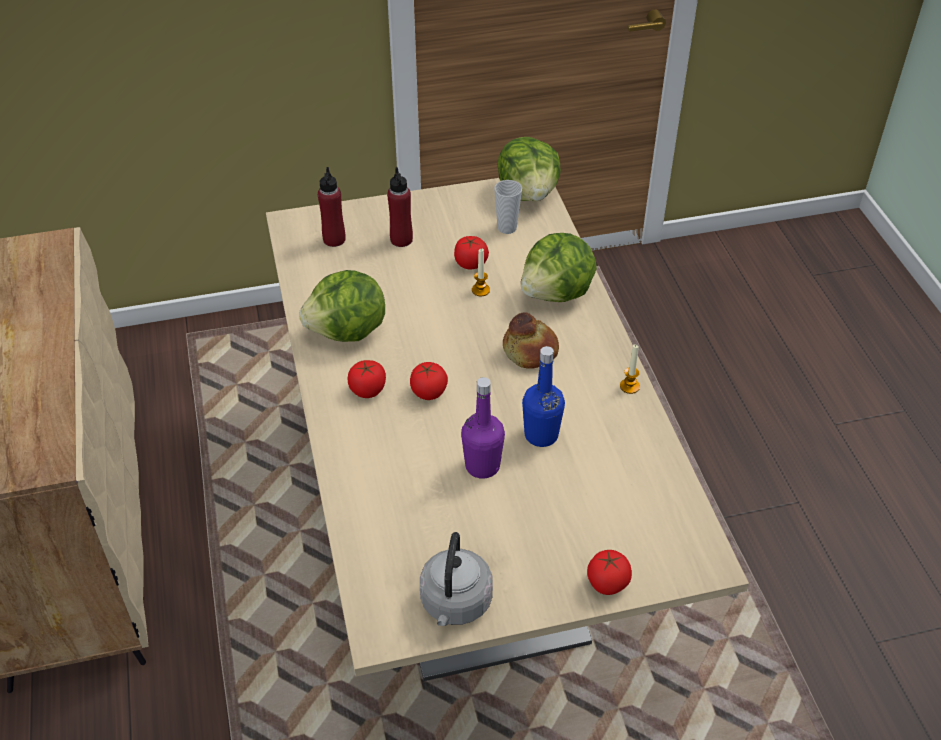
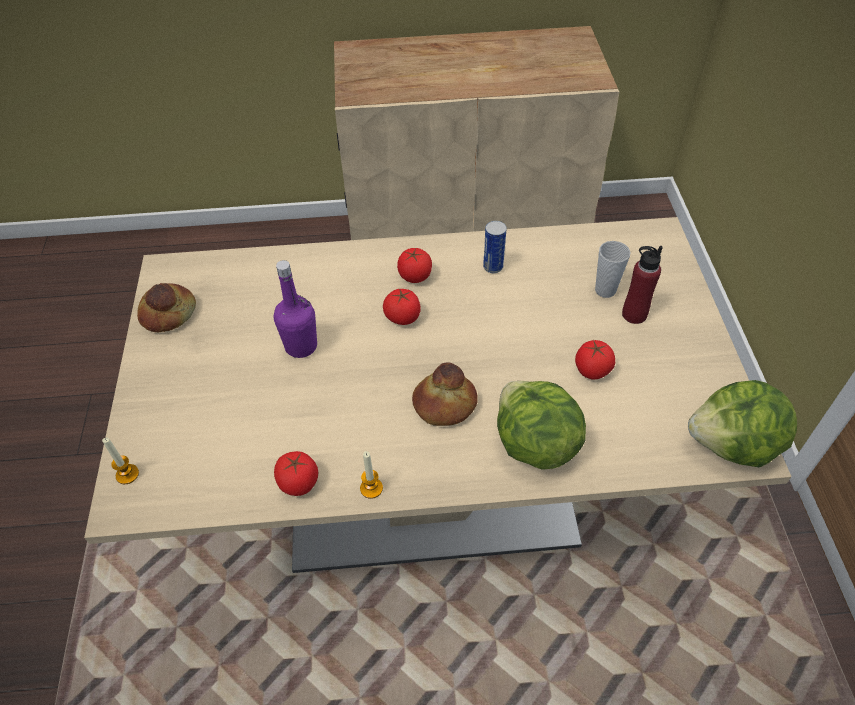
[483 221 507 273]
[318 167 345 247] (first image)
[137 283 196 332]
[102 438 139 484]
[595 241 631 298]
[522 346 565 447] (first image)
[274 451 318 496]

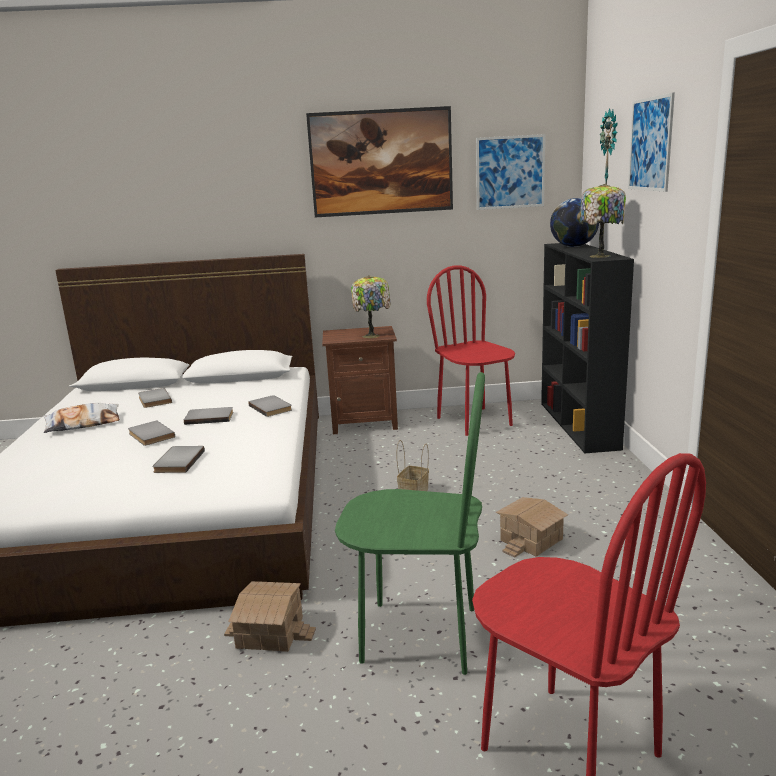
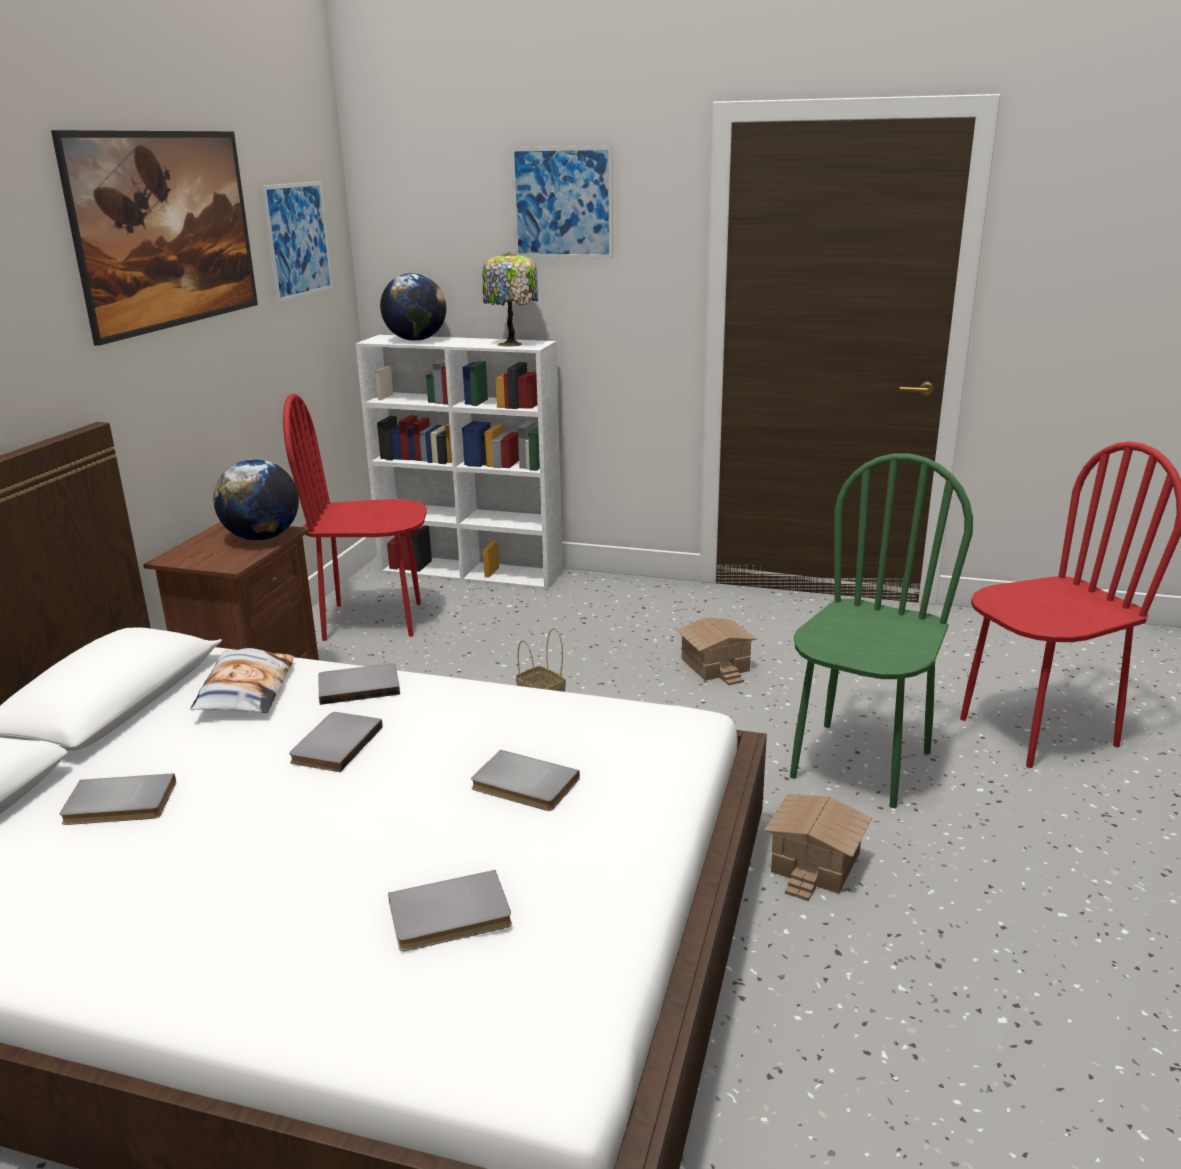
[190 648 295 713]
[388 870 512 951]
[213 459 299 541]
[356 335 563 589]
[600 108 618 185] (first image)

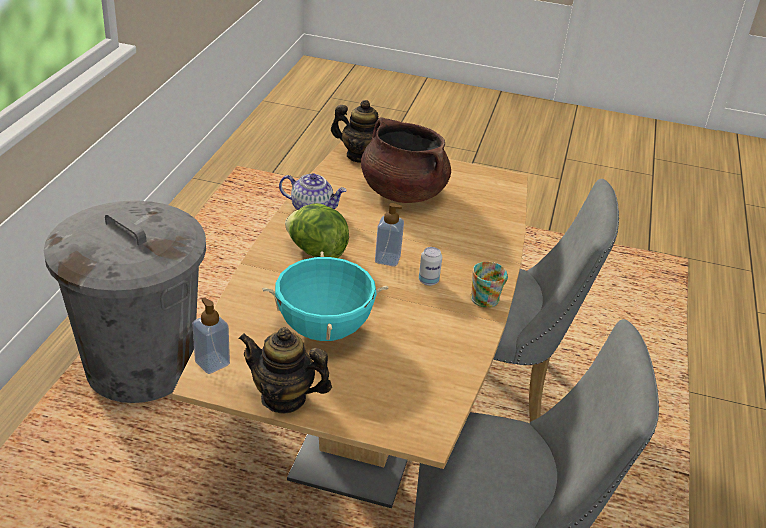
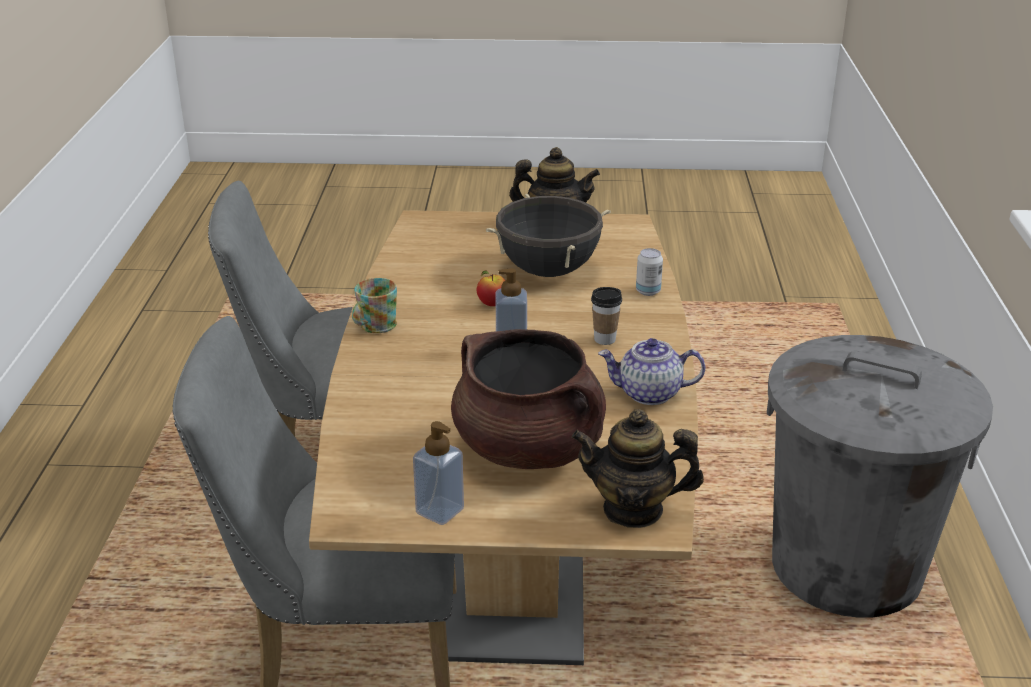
[413 421 464 525]
[486 194 611 277]
[591 287 622 345]
[636 248 663 296]
[477 270 506 306]

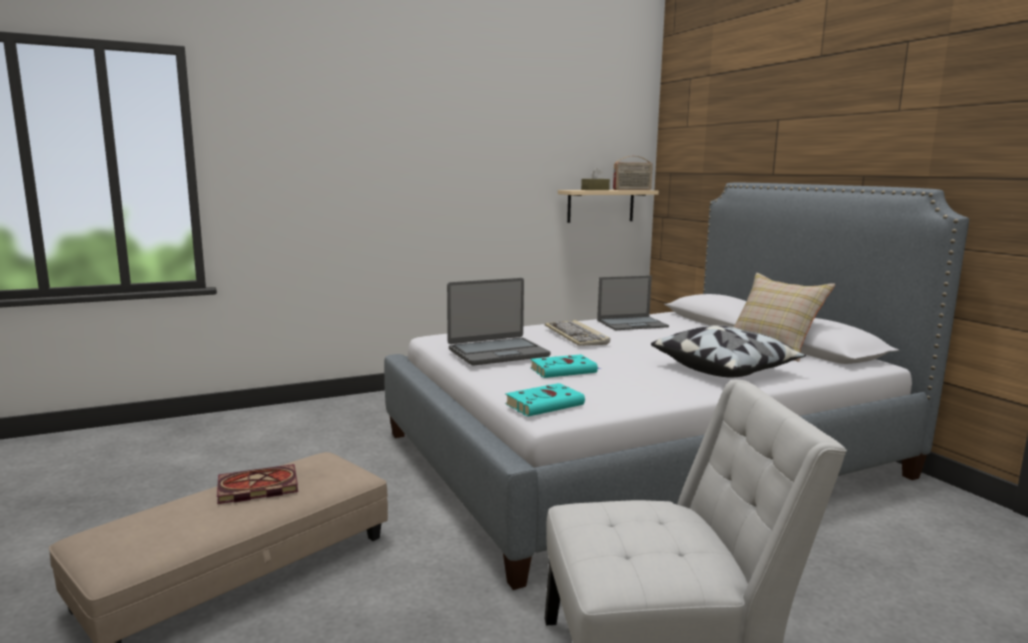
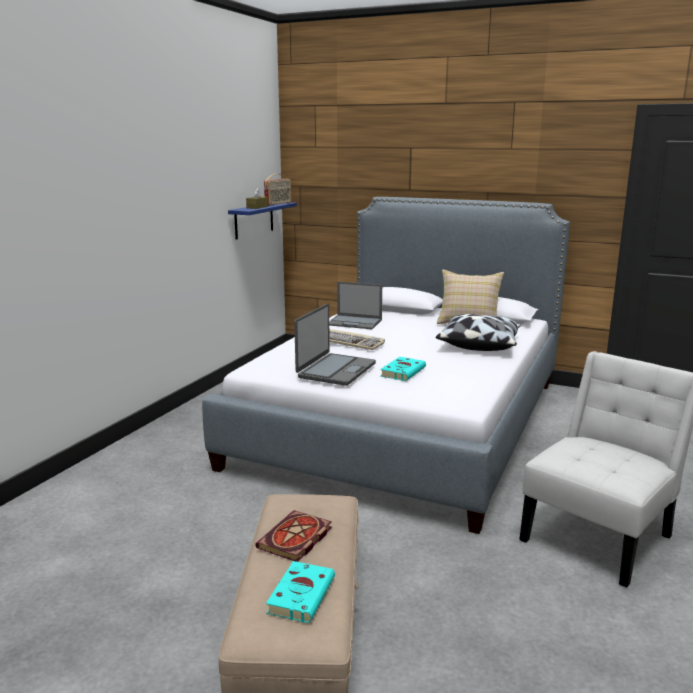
[266 561 335 623]
[228 202 297 240]
[329 282 382 329]

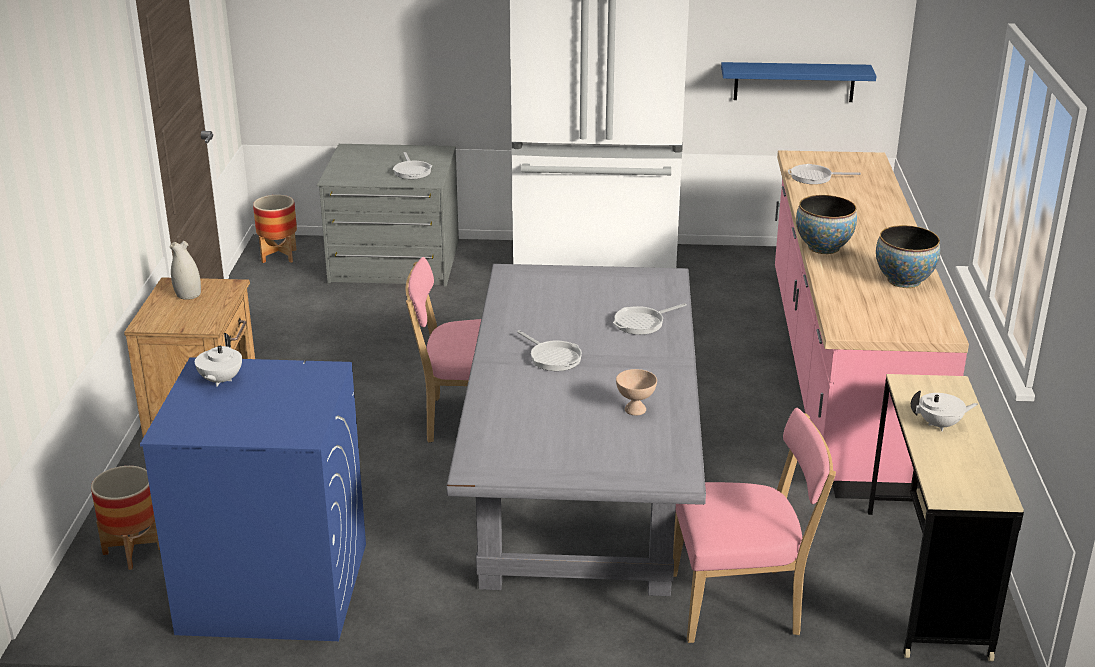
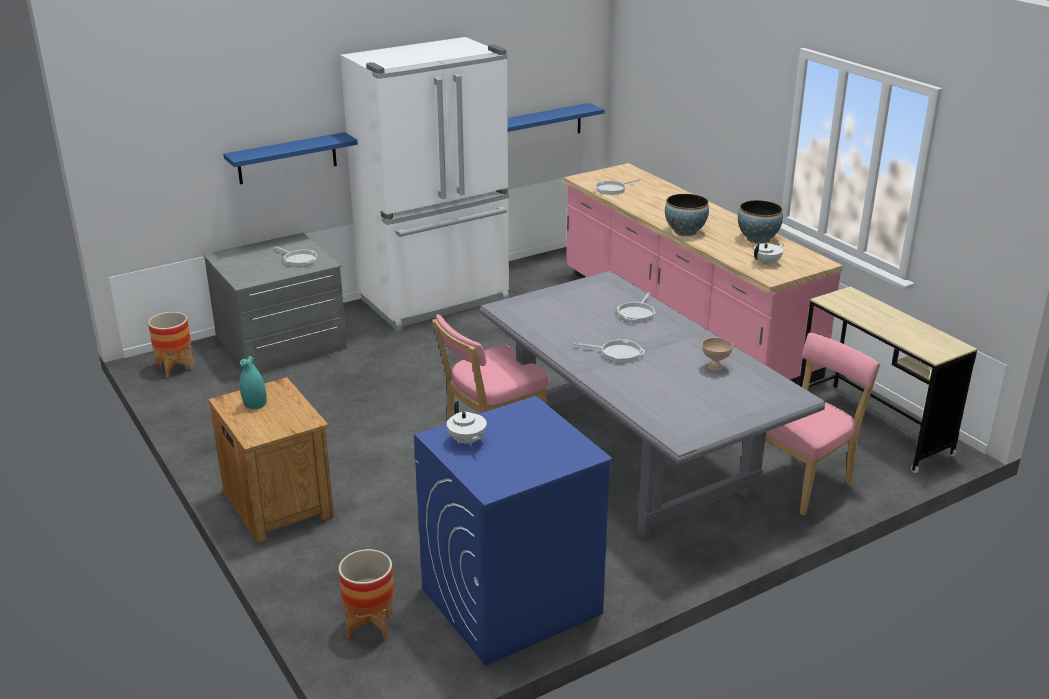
[240 356 267 409]
[754 243 784 266]
[223 132 358 184]

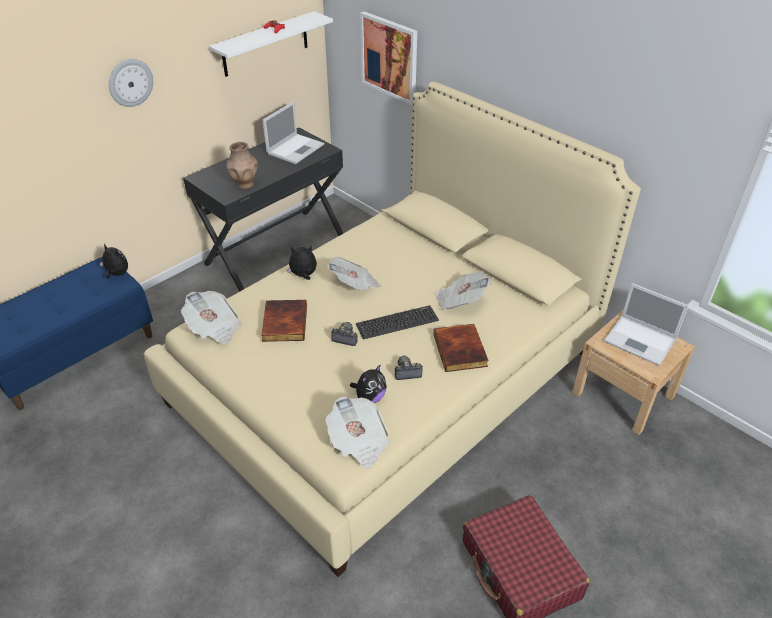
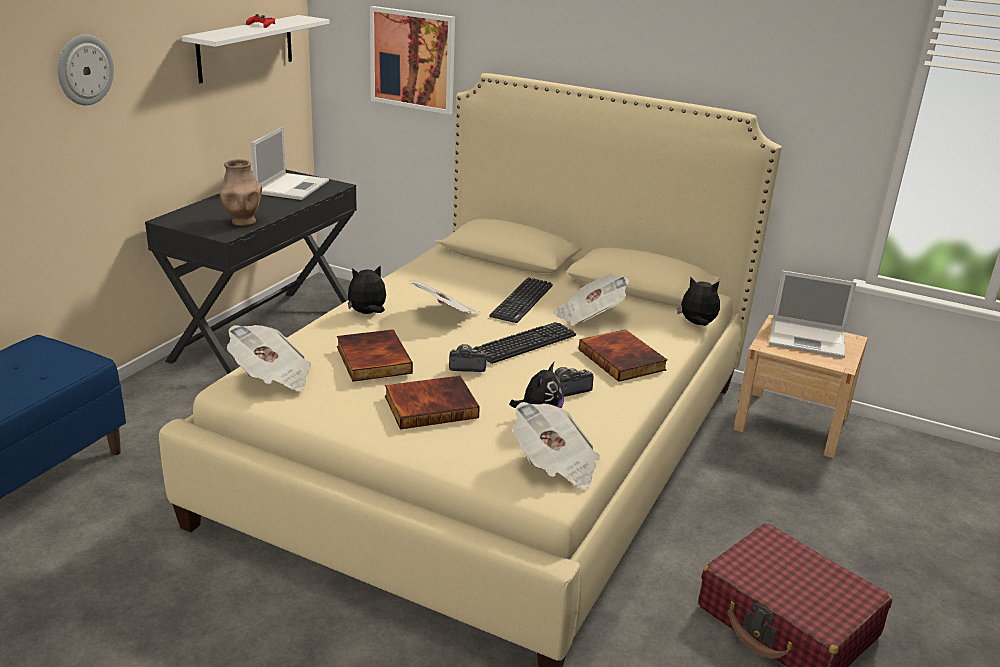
[677 277 720 326]
[385 376 480 429]
[489 277 553 323]

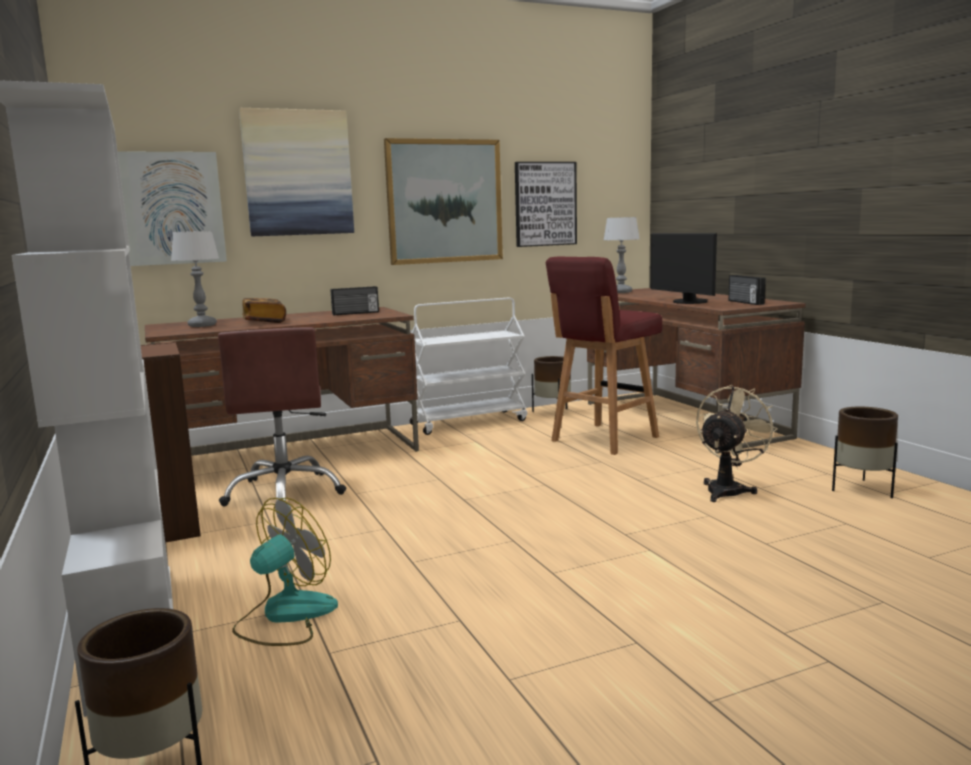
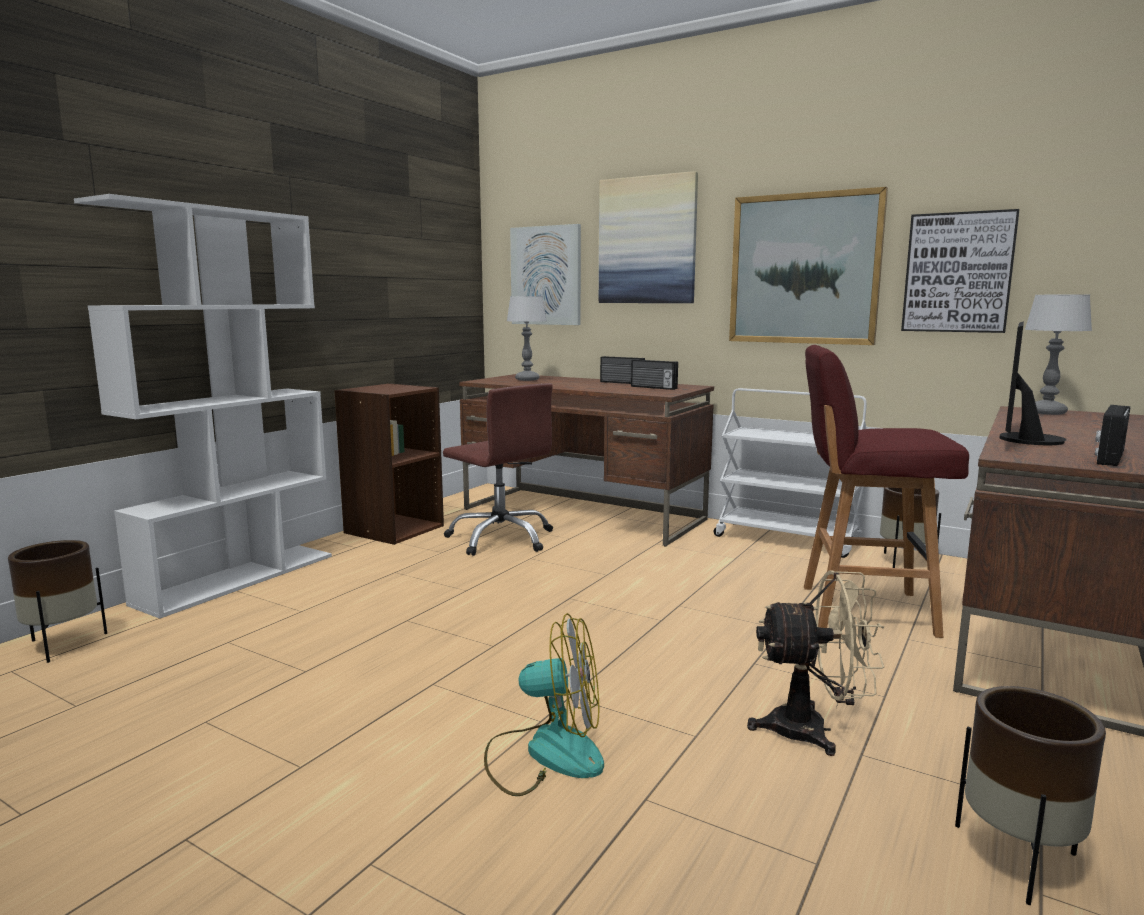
[443 383 553 556]
[484 613 604 796]
[242 298 286 323] (first image)
[600 356 645 384]

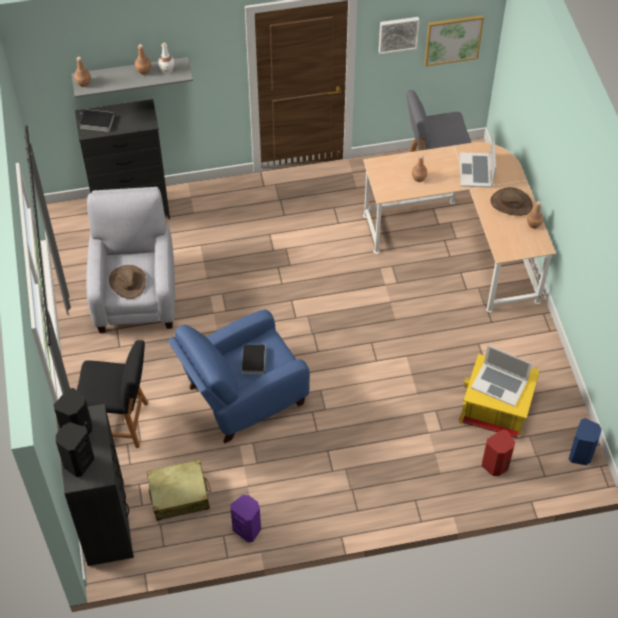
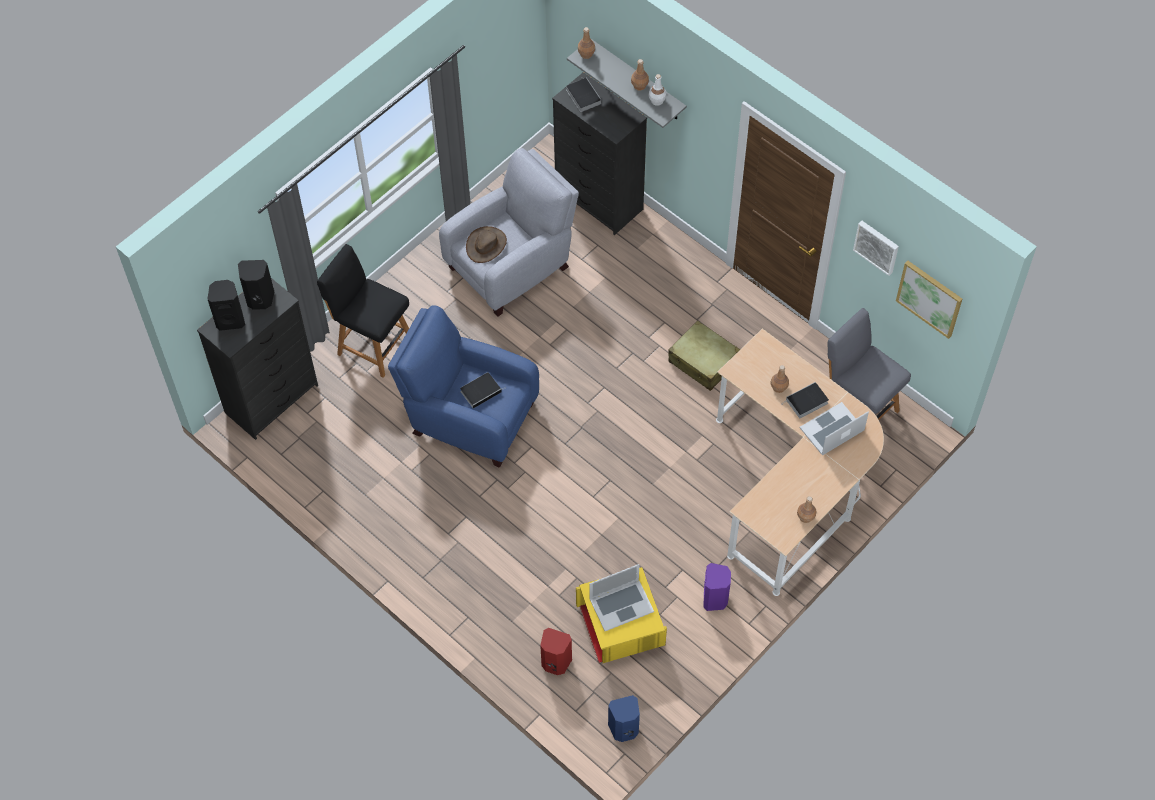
[317 244 409 378]
[668 320 740 391]
[703 563 731 611]
[589 564 654 631]
[491 187 533 216] (first image)
[783 382 829 418]

